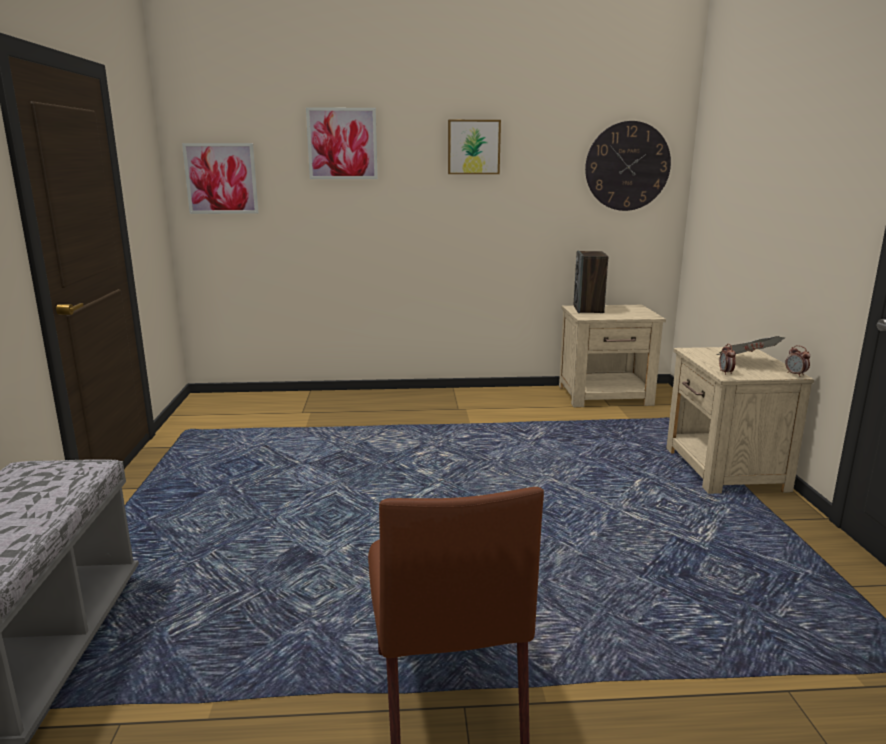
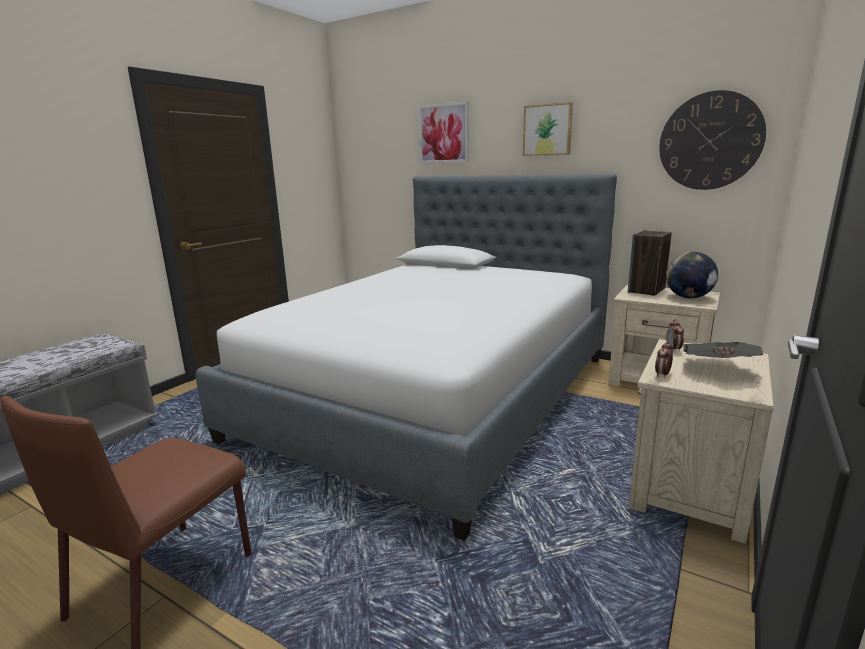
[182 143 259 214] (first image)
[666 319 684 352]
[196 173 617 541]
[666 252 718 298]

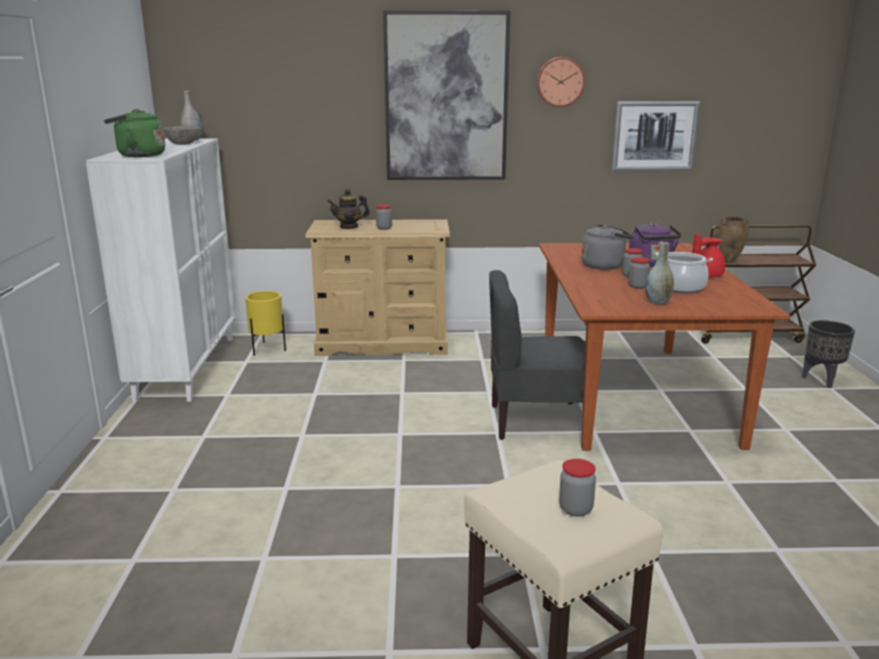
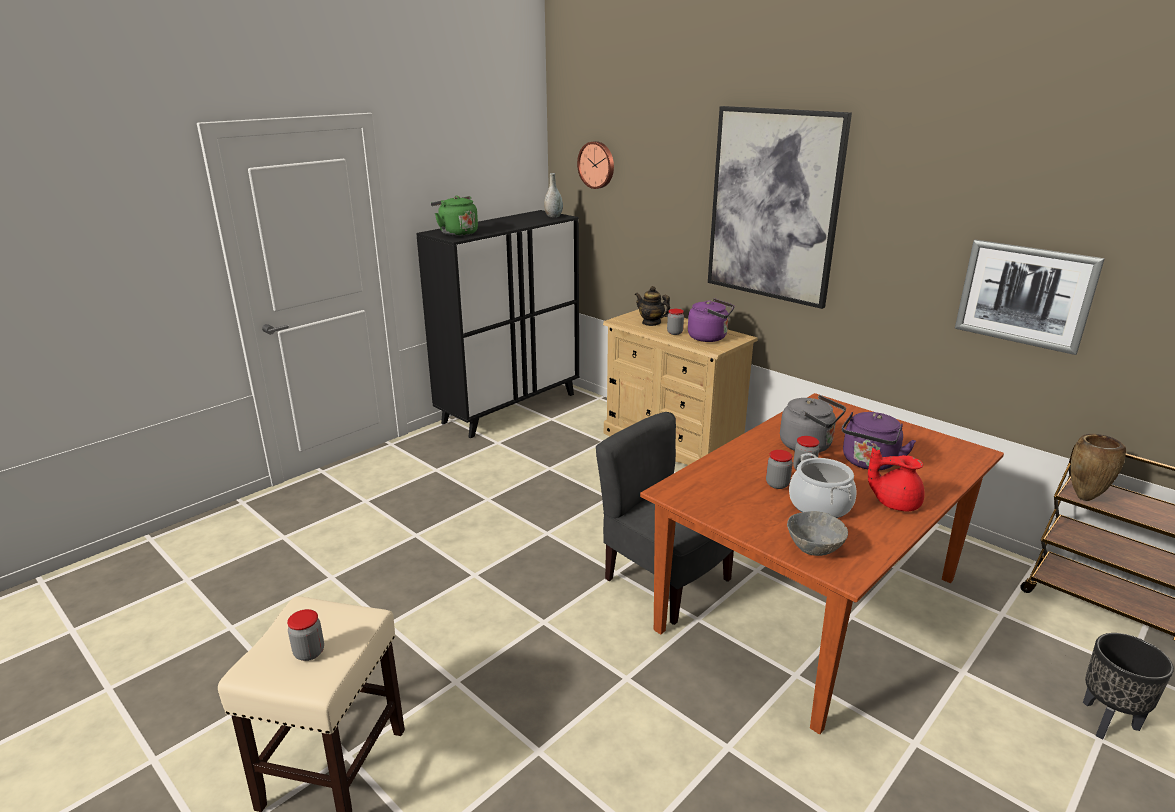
[416 210 579 438]
[787 511 848 556]
[245 291 286 356] (first image)
[577 141 614 189]
[645 242 674 305] (first image)
[688 298 735 342]

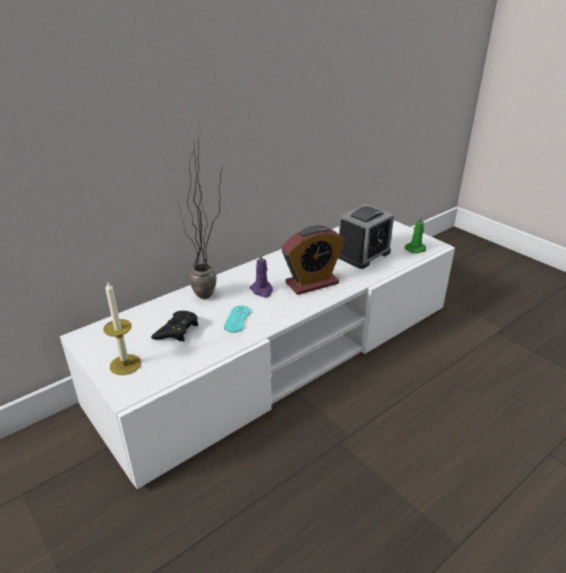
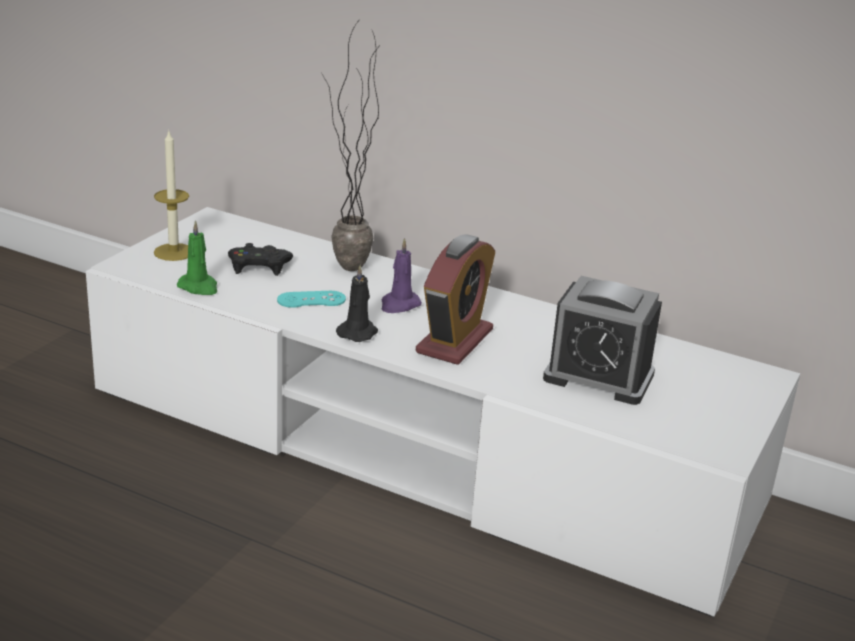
[416 234 495 365]
[177 220 217 295]
[336 264 378 342]

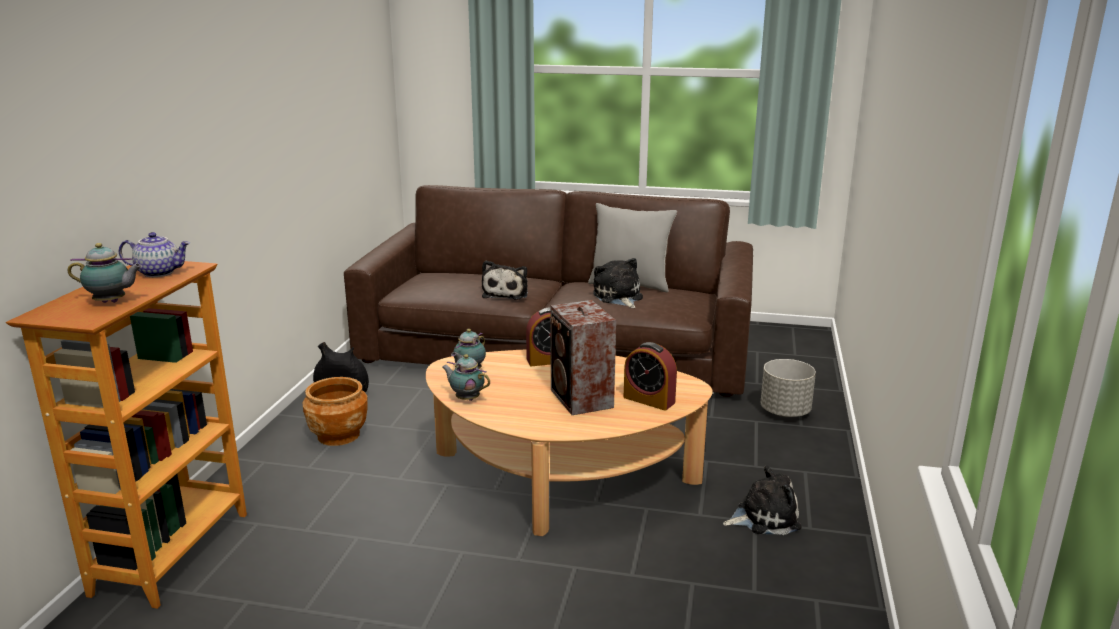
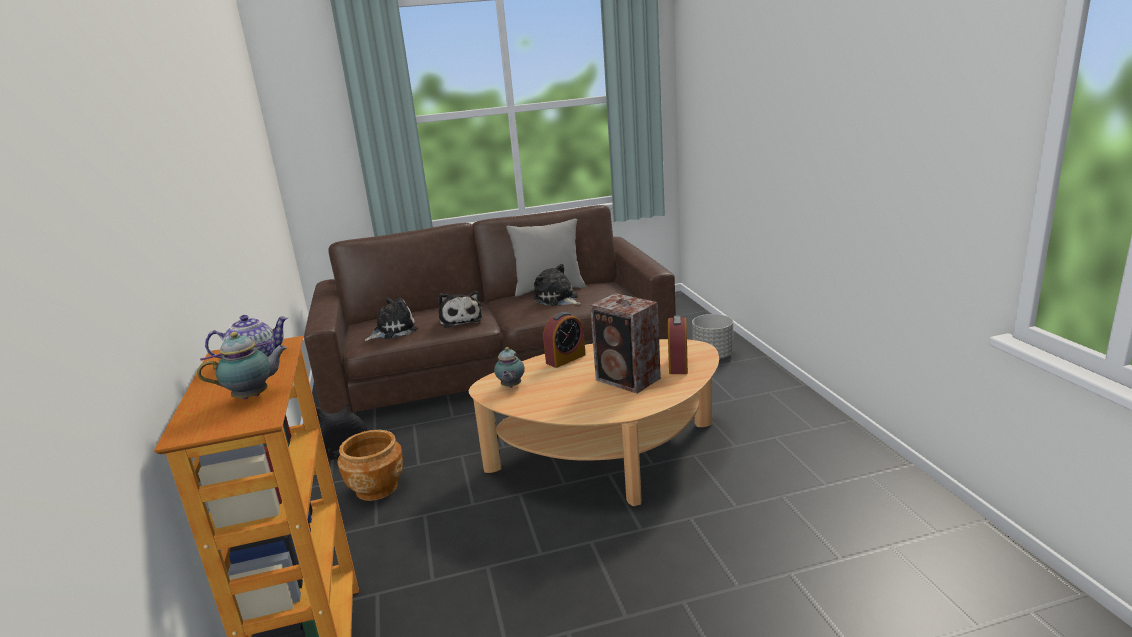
[442 354 490 401] (first image)
[668 315 688 374]
[365 297 418 341]

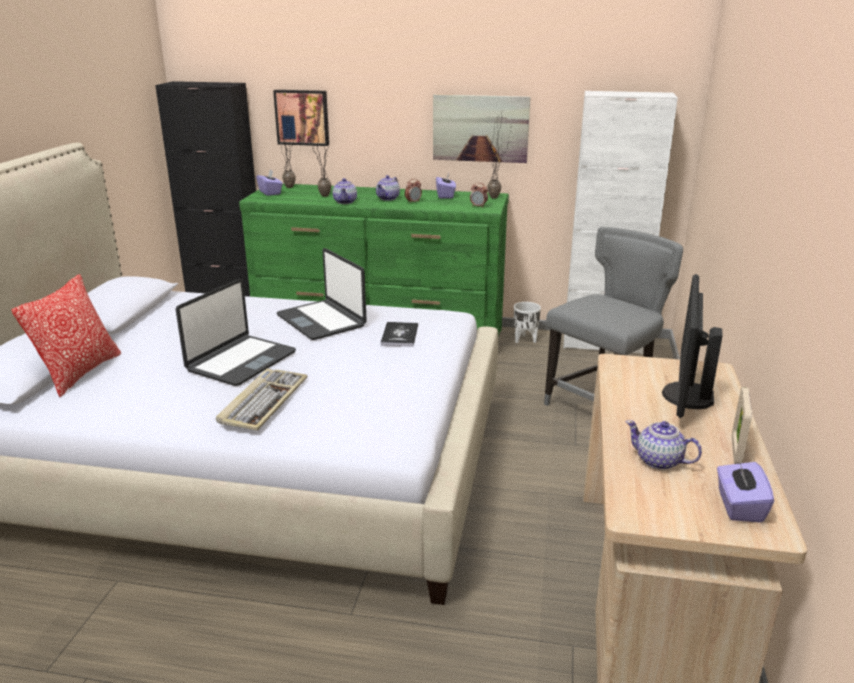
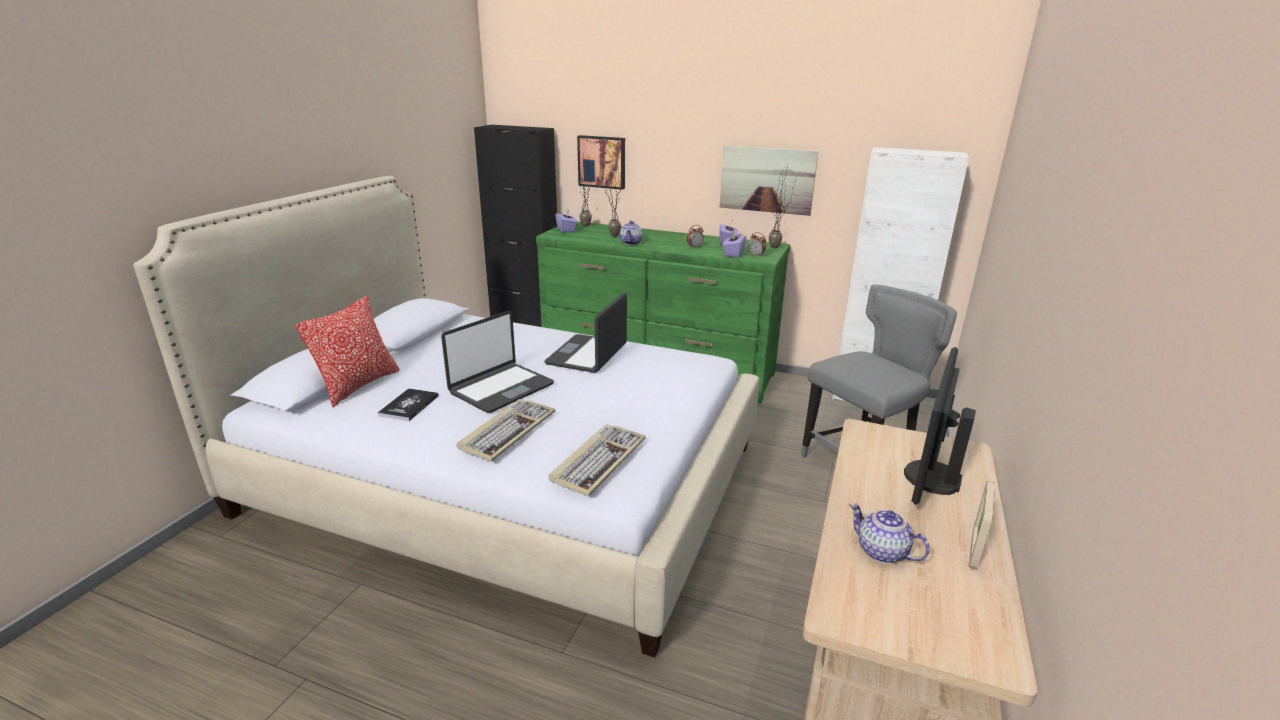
[545 292 627 373]
[376 175 400 201] (first image)
[378 388 439 421]
[514 302 541 343] (first image)
[723 230 746 258]
[549 424 646 496]

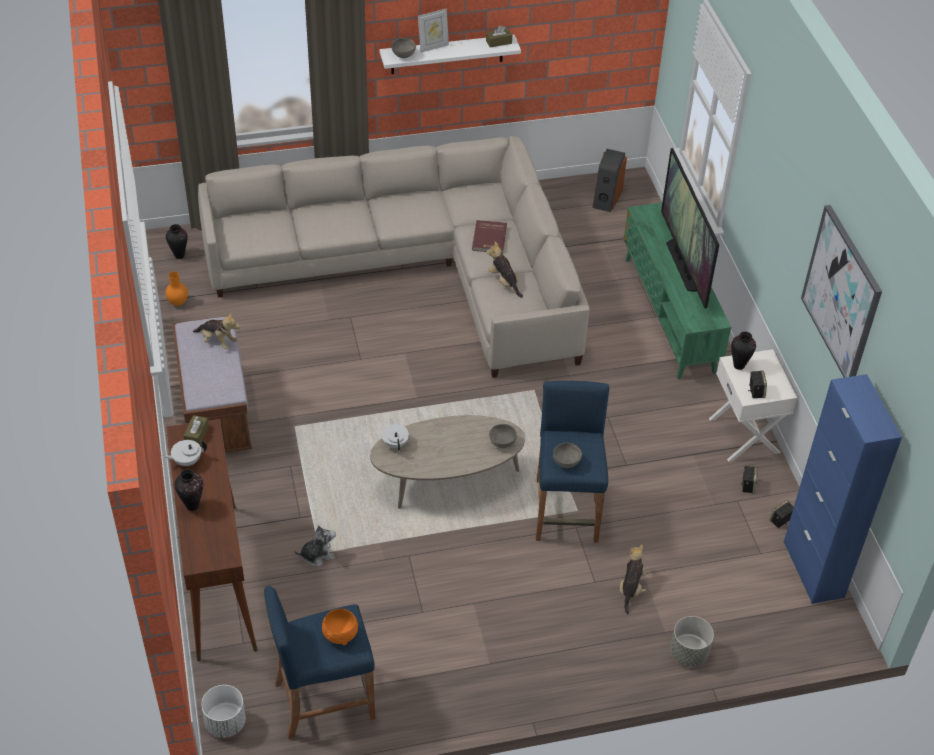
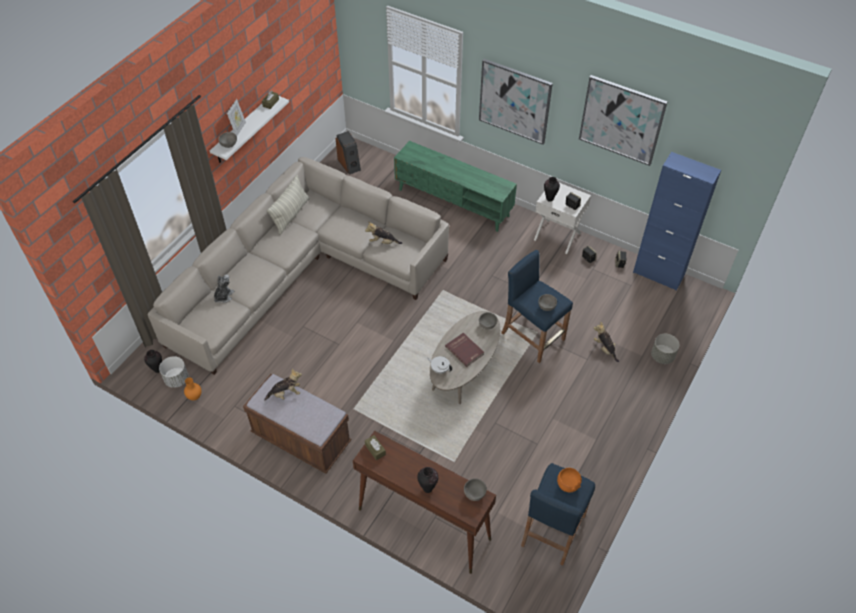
[163 440 207 466] (first image)
[159 356 188 388]
[214 274 234 303]
[445 333 484 367]
[661 148 719 308] (first image)
[267 175 310 235]
[464 478 487 501]
[479 59 553 145]

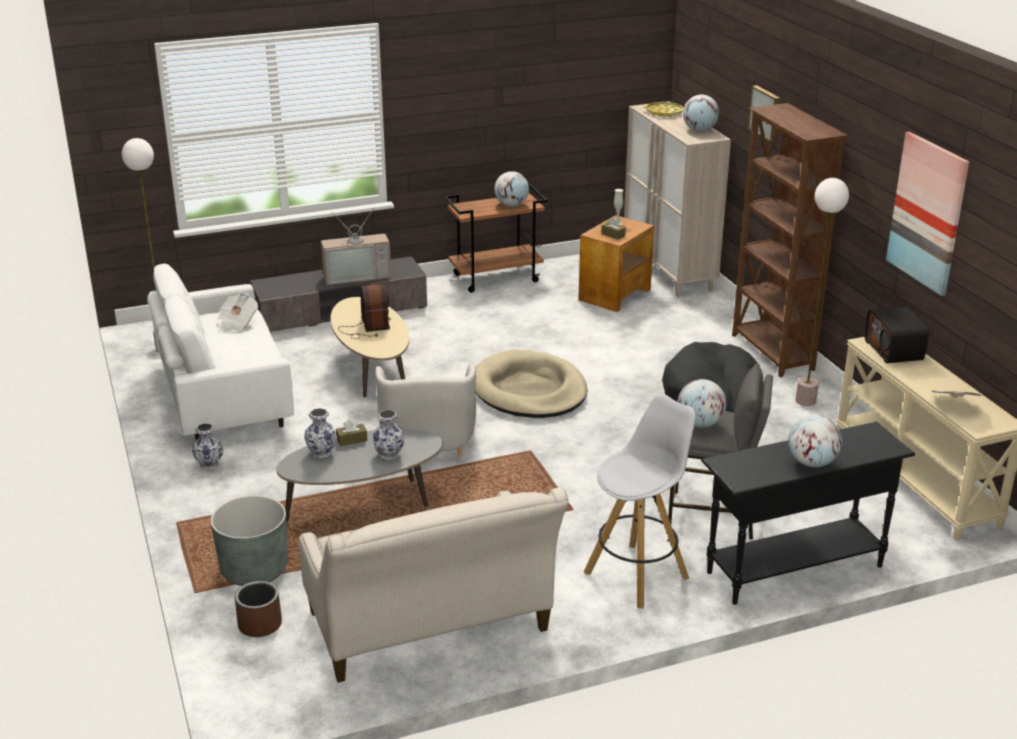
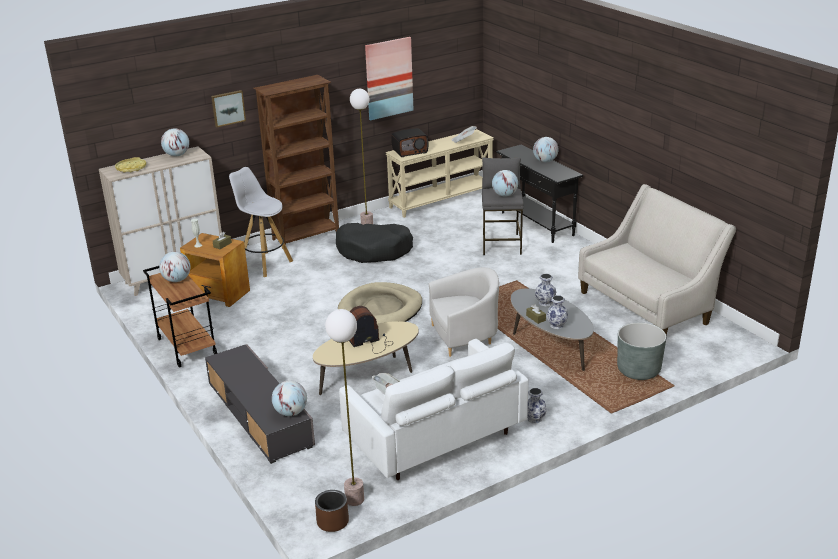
[315 490 349 532]
[321 208 391 285] (first image)
[229 167 293 277]
[272 381 307 416]

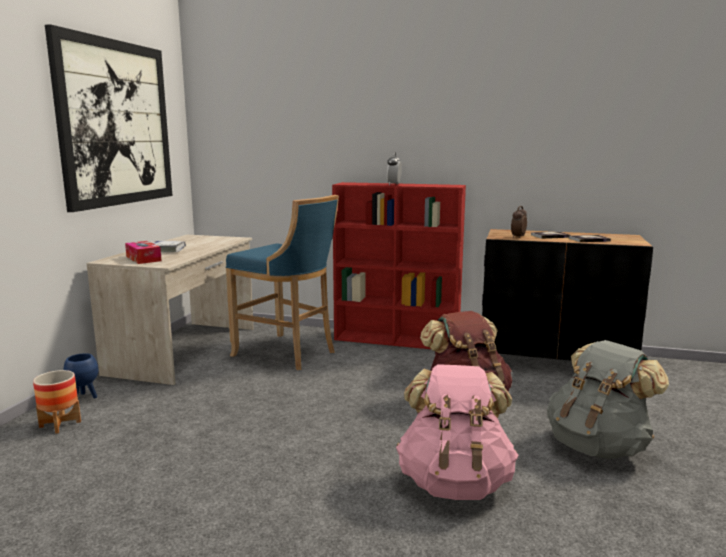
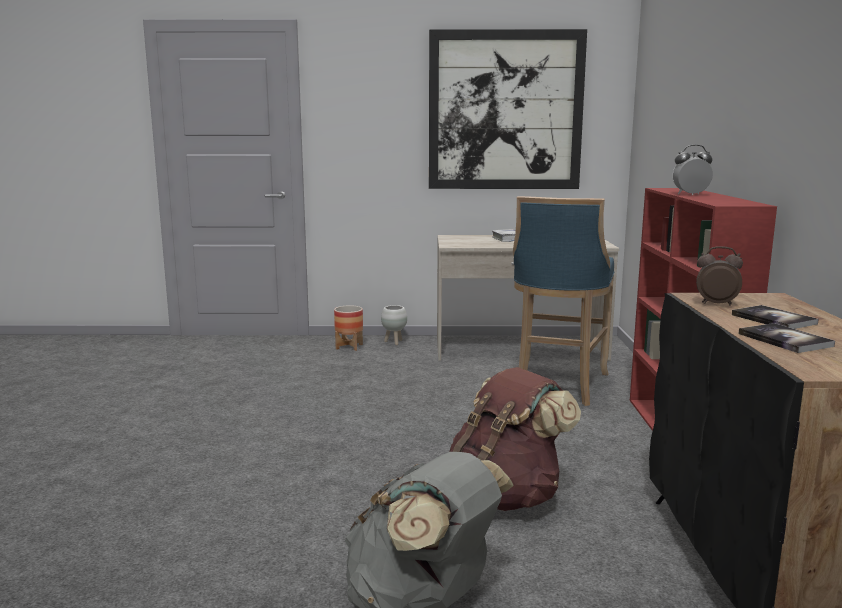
[381 305 407 345]
[125 241 162 264] (first image)
[396 364 519 500] (first image)

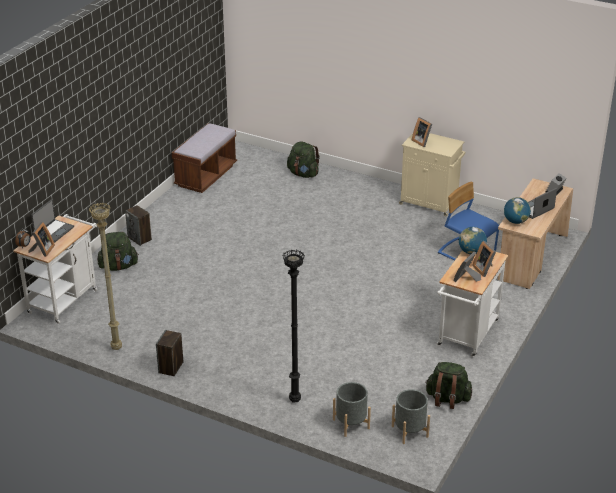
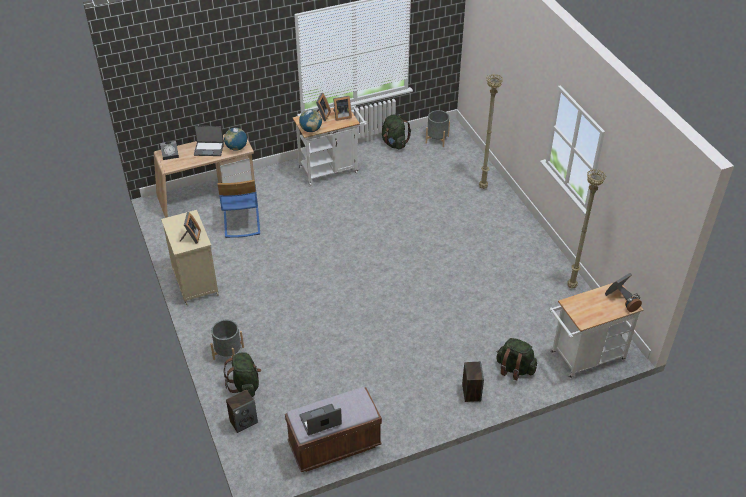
[300 404 342 435]
[226 390 258 433]
[479 74 503 189]
[210 320 244 360]

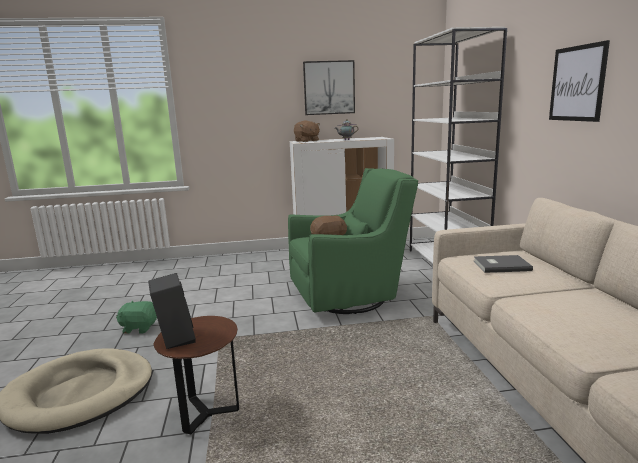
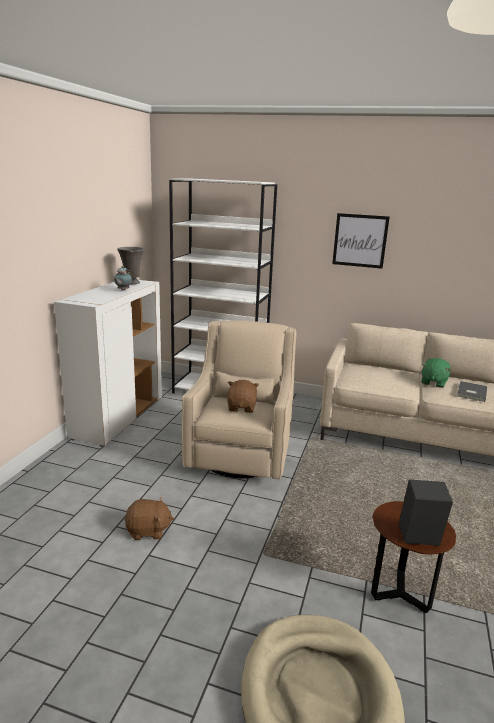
[421 358 451 388]
[182 320 296 479]
[125 497 174 540]
[303 60 355 115] (first image)
[457 381 487 402]
[117 247 144 284]

